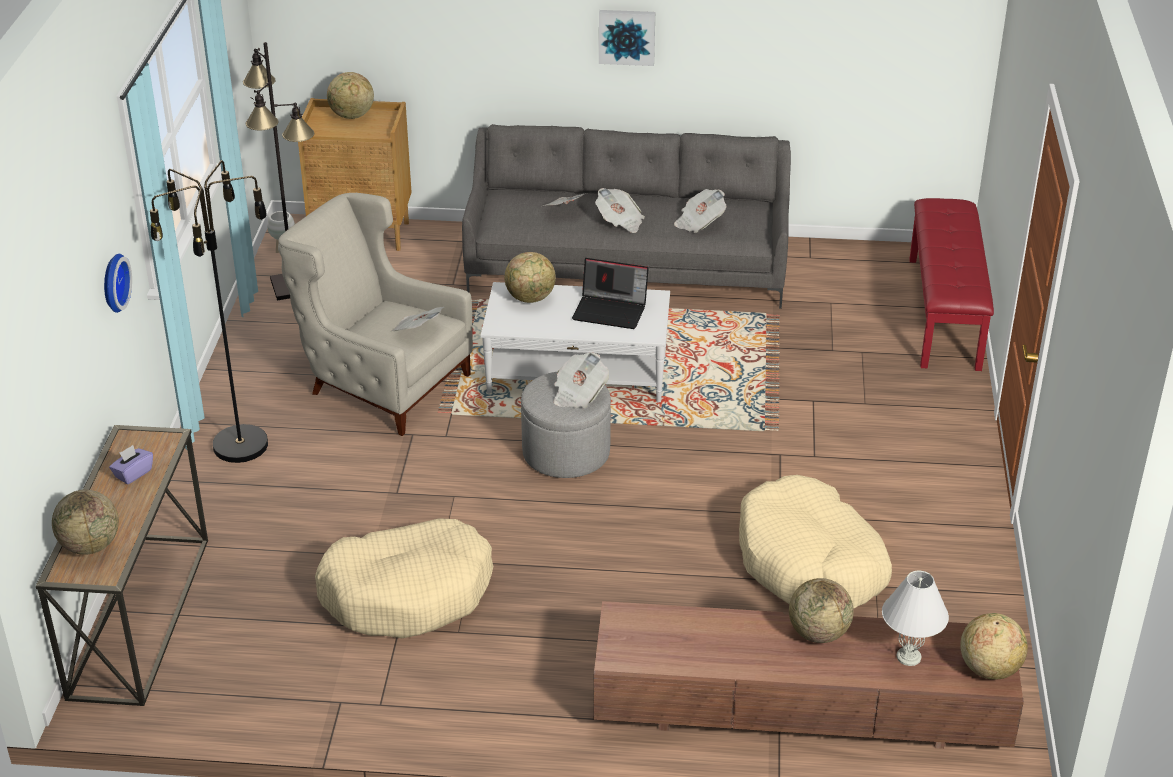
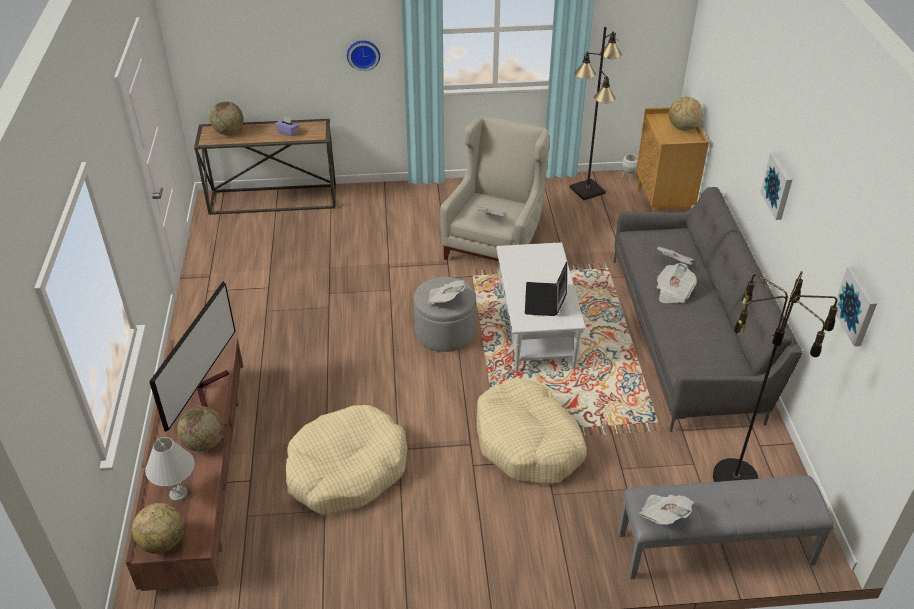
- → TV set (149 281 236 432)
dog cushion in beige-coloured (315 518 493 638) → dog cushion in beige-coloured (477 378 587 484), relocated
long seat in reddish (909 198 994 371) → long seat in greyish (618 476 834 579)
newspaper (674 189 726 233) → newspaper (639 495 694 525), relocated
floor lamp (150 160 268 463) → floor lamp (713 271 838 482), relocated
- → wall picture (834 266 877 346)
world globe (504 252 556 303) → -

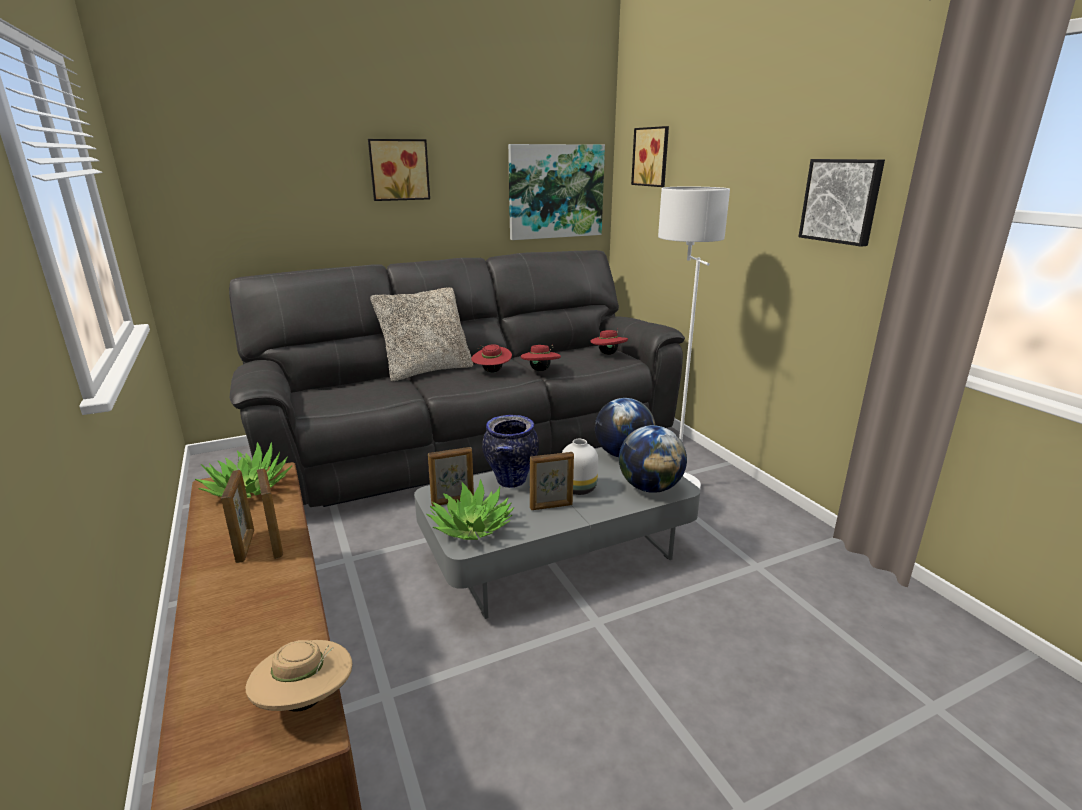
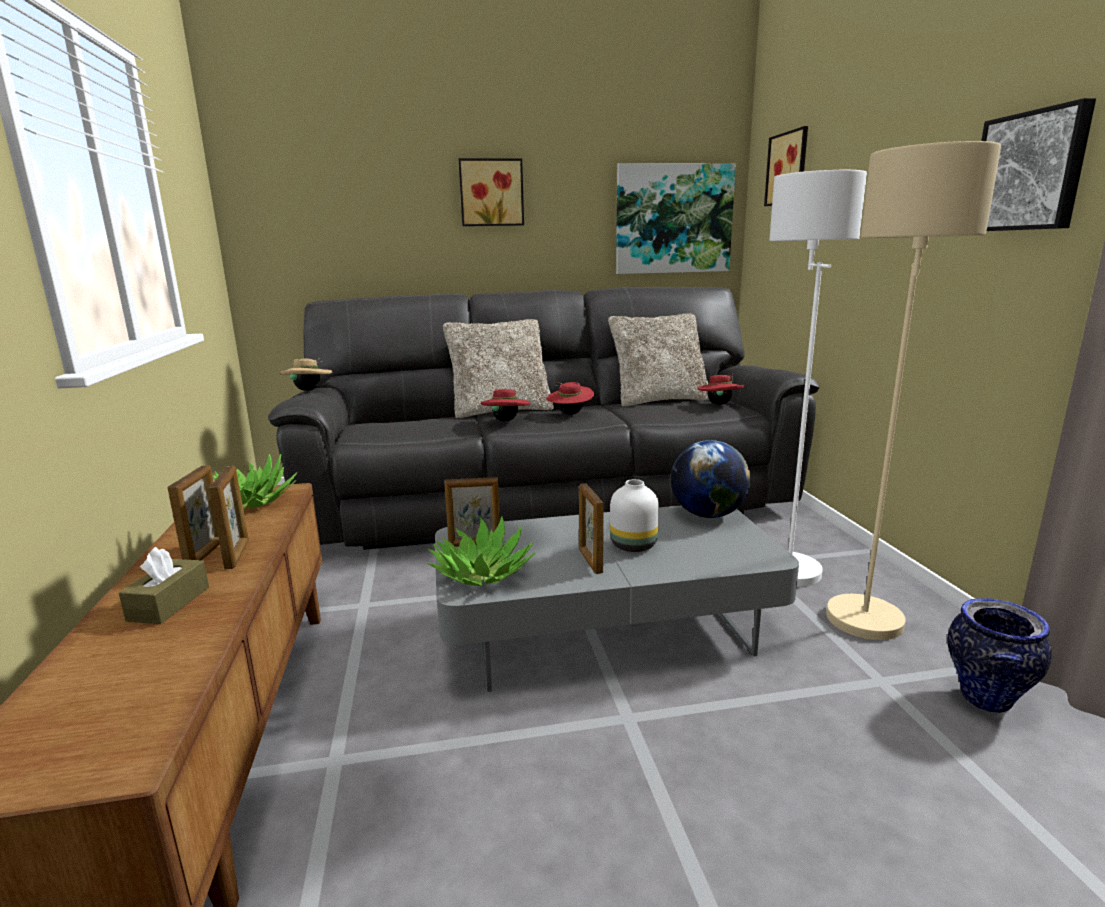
- → box of tissues in brown (119 547 209 624)
wearable hat in beige-coloured (245 640 352 711) → wearable hat in beige-coloured (280 358 332 391), relocated
wearable hat in reddish (521 344 561 371) → wearable hat in reddish (481 388 530 421), relocated
photo frame (530 452 574 510) → photo frame (579 483 604 574), 75 degrees clockwise
- → pillow in beige-coloured (608 313 709 407)
- → floor lamp in beige-coloured (826 141 1001 640)
vase (482 415 539 488) → vase (947 598 1052 713), relocated
world globe (619 425 687 493) → -

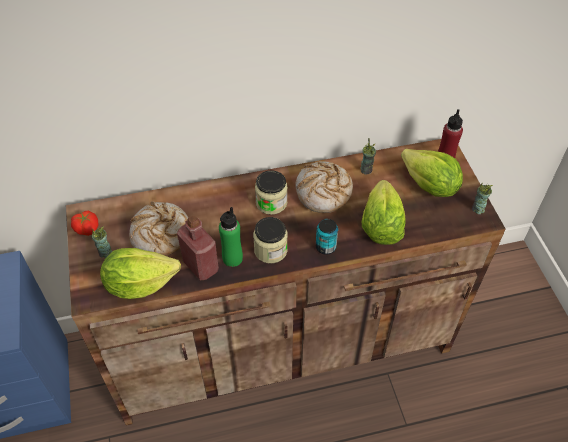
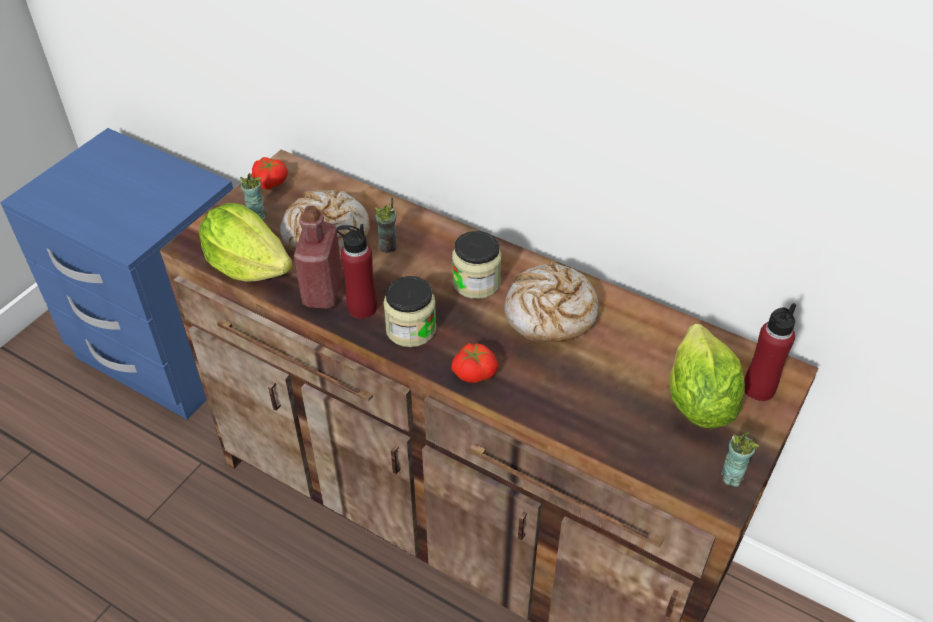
drink bottle in green (219 207 243 267) → drink bottle in reddish (337 224 377 319)
cup (360 138 376 175) → cup (375 197 397 253), relocated
sealed can (316 219 338 255) → fresh tomato (451 343 499 383)
lettuce head (362 180 406 245) → -

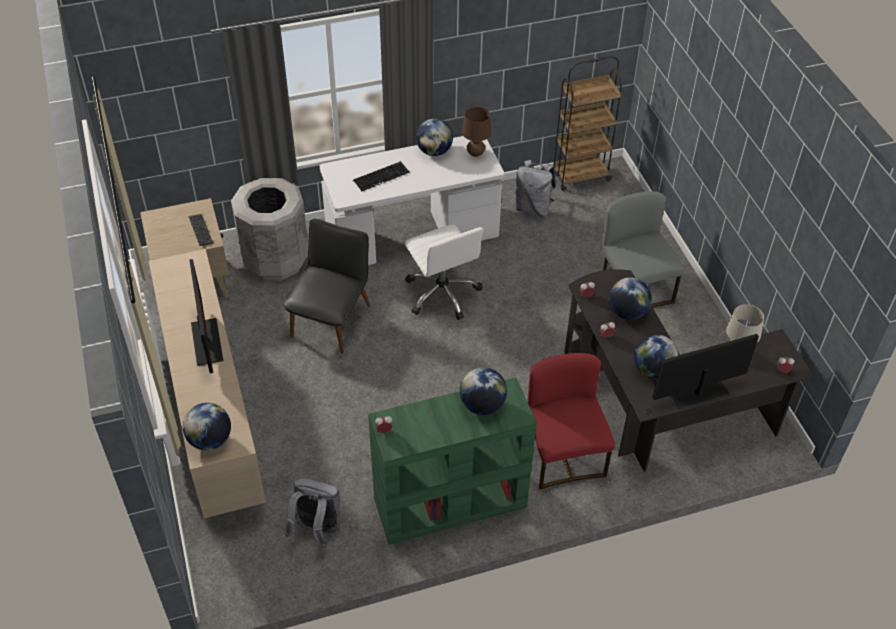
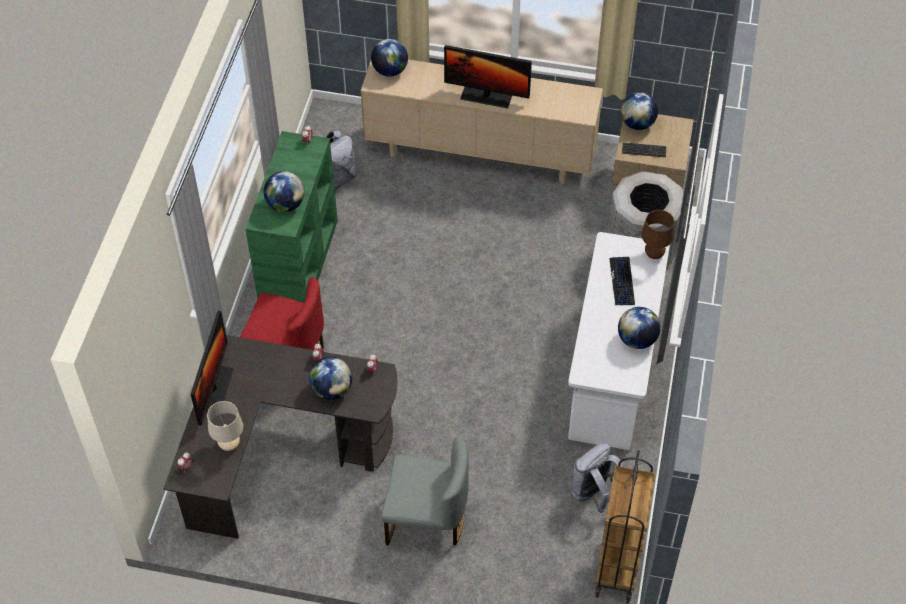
world globe (634 334 679 378) → world globe (621 92 658 130), relocated
tabletop lamp in brown (462 107 491 157) → tabletop lamp in brown (641 210 674 259), relocated
chair in blackish (283 218 370 354) → -
desk chair in white-coloured (405 224 484 320) → -

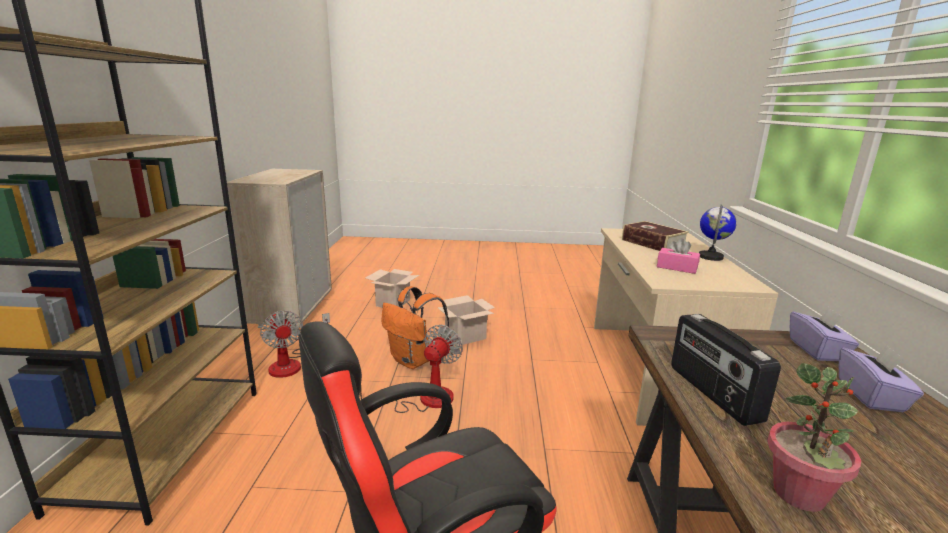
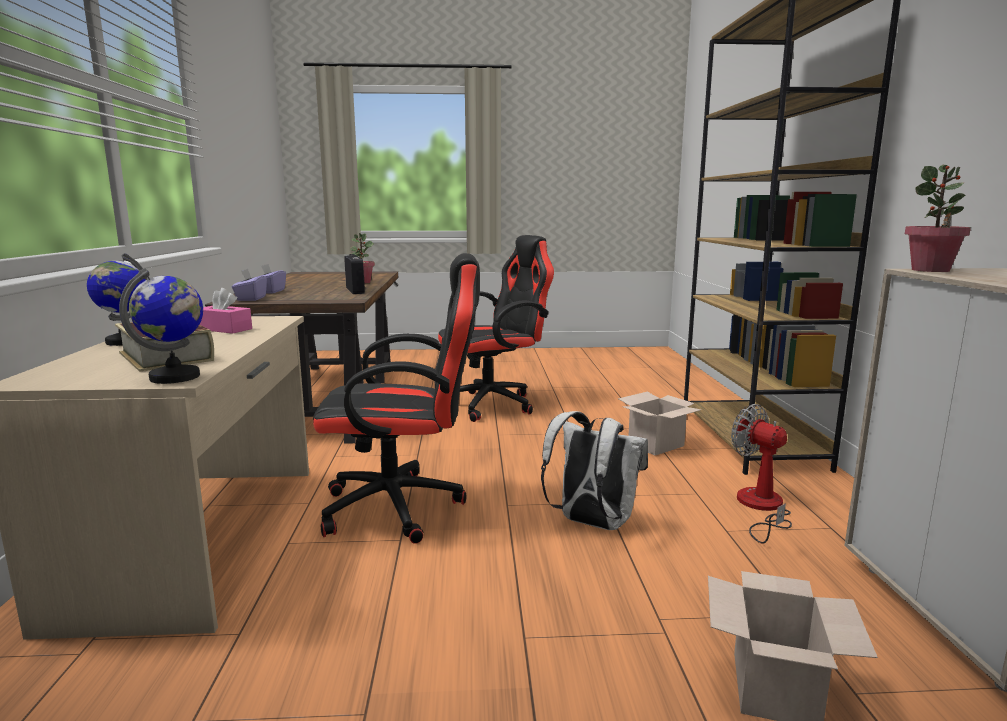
- → world globe (119 268 203 384)
- → desk chair in blackish (313 253 480 544)
rucksack in orange (381 286 449 369) → rucksack in white-coloured (541 411 648 530)
cardboard box (437 295 495 346) → cardboard box (618 392 701 455), relocated
- → potted plant (905 165 971 272)
electric fan (360 325 463 413) → -

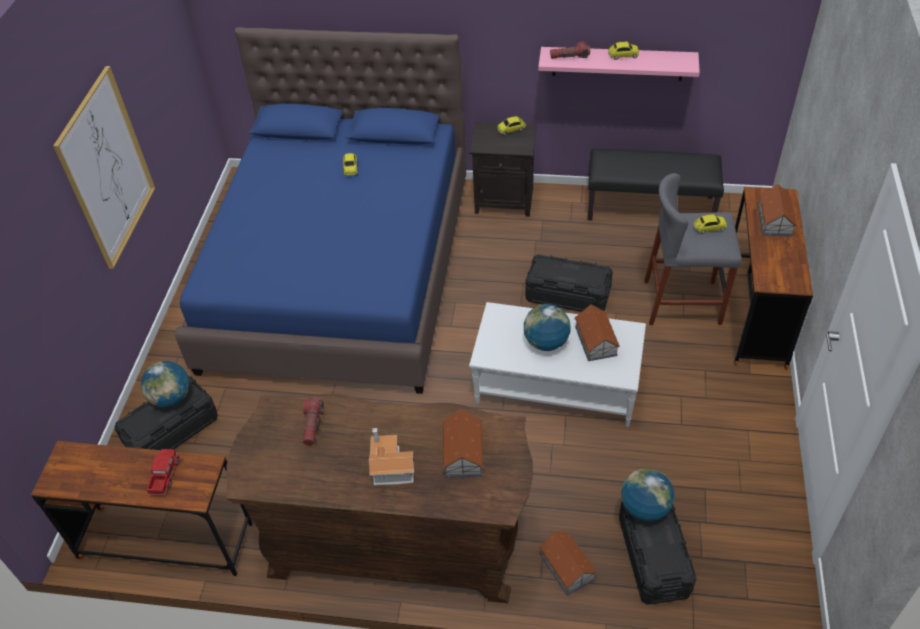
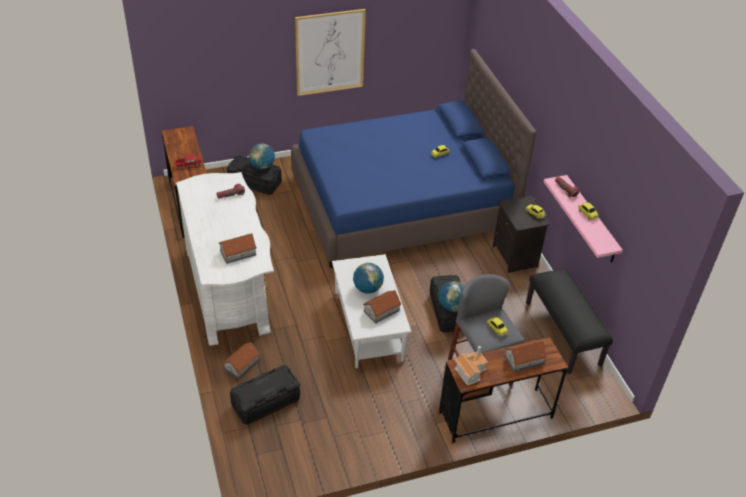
chest of drawers in brown (226 394 533 603) → chest of drawers in white-coloured (176 172 274 346)
world globe (621 468 675 522) → world globe (439 281 464 312), relocated
miniature house (369 428 414 485) → miniature house (455 346 488 386), relocated

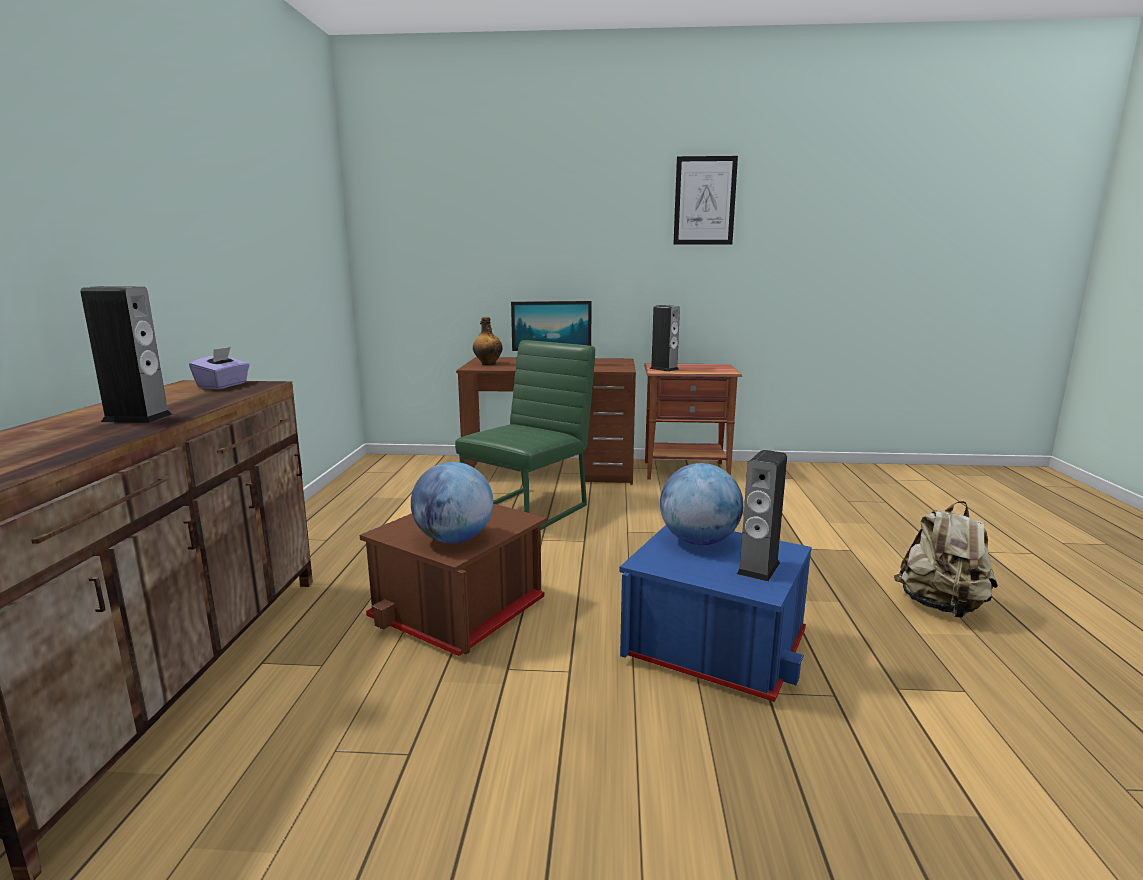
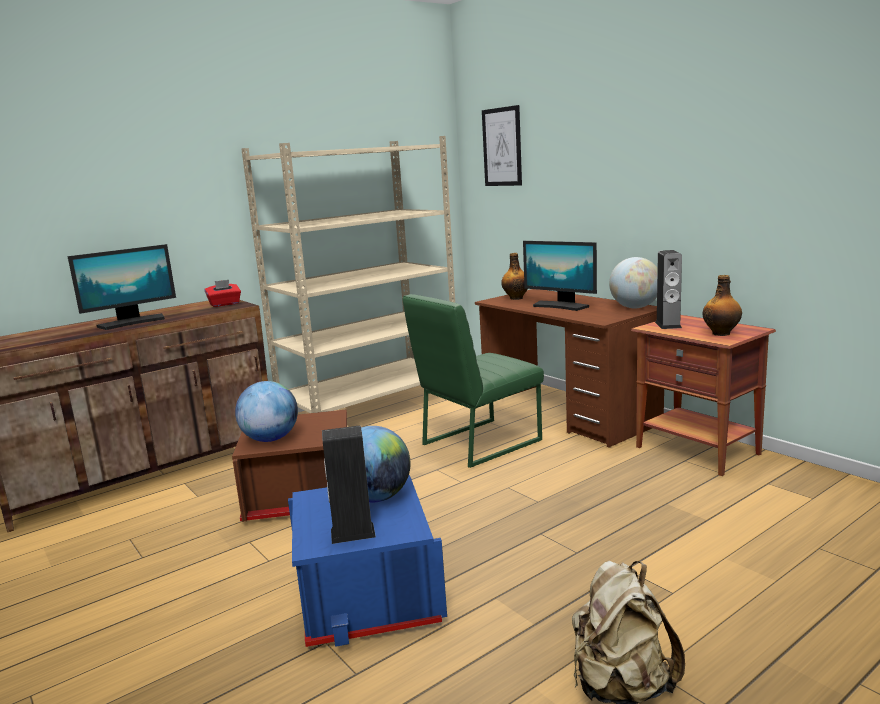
speaker (80 286 172 423) → computer display (67 244 176 330)
box of tissues in purple-coloured (189 347 250 389) → box of tissues in reddish (205 280 241 307)
- → bookshelf in beige-coloured (241 136 455 413)
chair in green (455 340 595 530) → chair in green (402 294 544 468), 150 degrees clockwise
wall picture (674 156 738 245) → wall picture (482 105 522 186), relocated
- → world globe (609 257 658 308)
- → drink bottle (702 275 742 336)

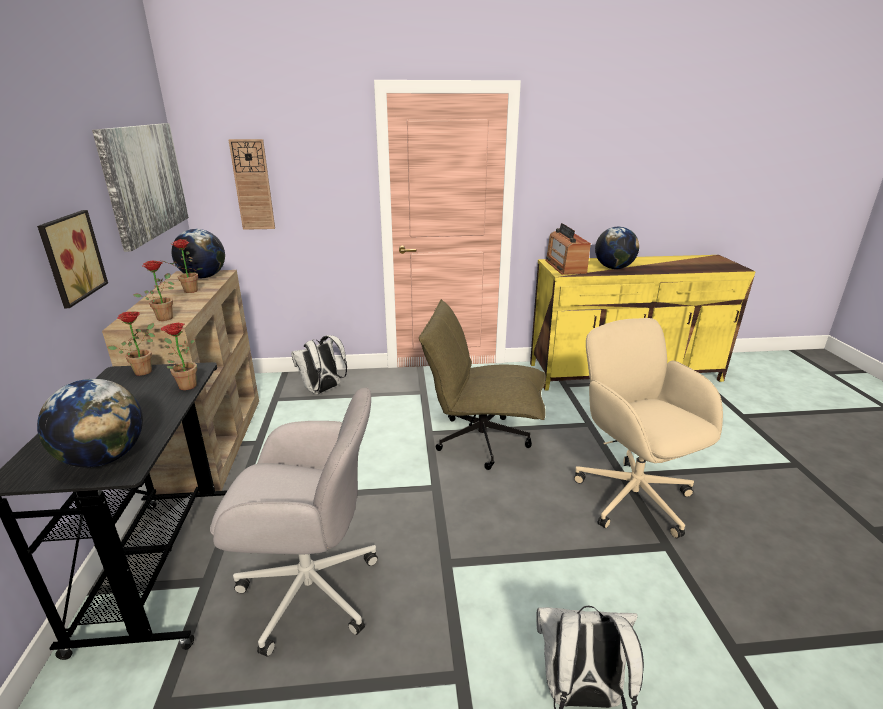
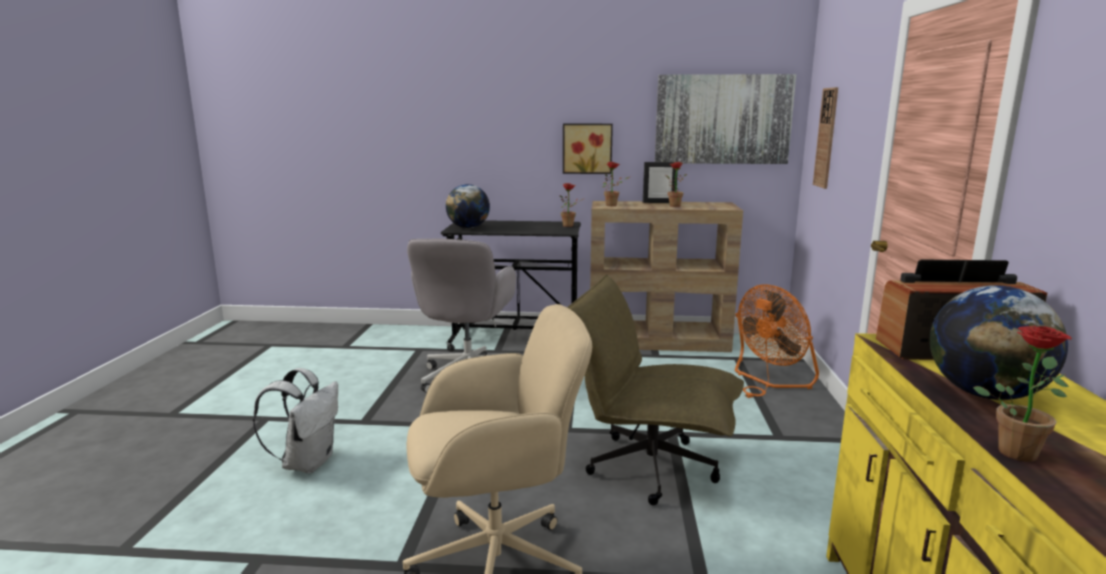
desk chair in beige-coloured (419 299 546 470) → desk chair in beige-coloured (567 274 744 505), 90 degrees counterclockwise
- → photo frame (643 162 678 203)
rucksack in white-coloured (291 335 347 394) → electric fan in orange (735 284 819 398)
potted plant (161 323 197 390) → potted plant (973 326 1072 462), relocated
world globe (171 229 225 278) → -

